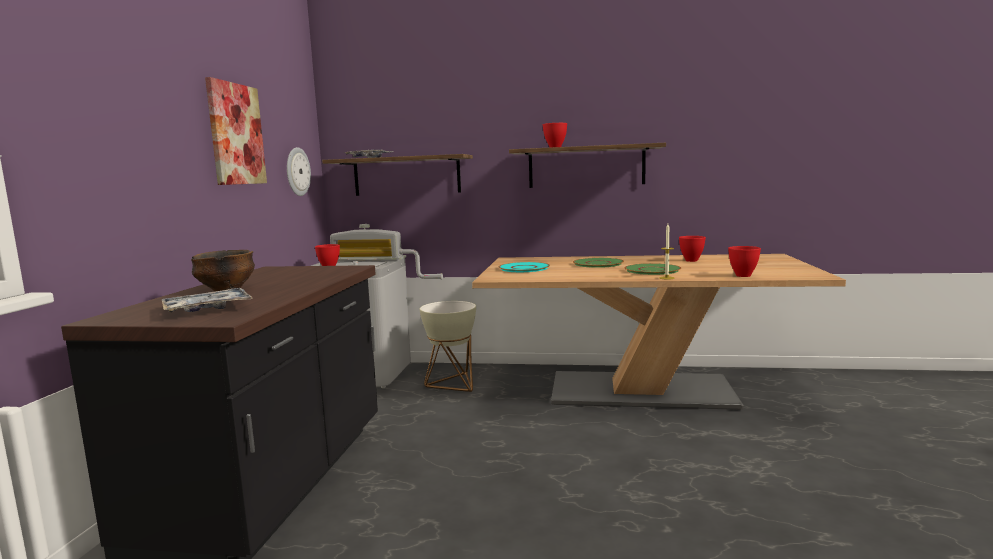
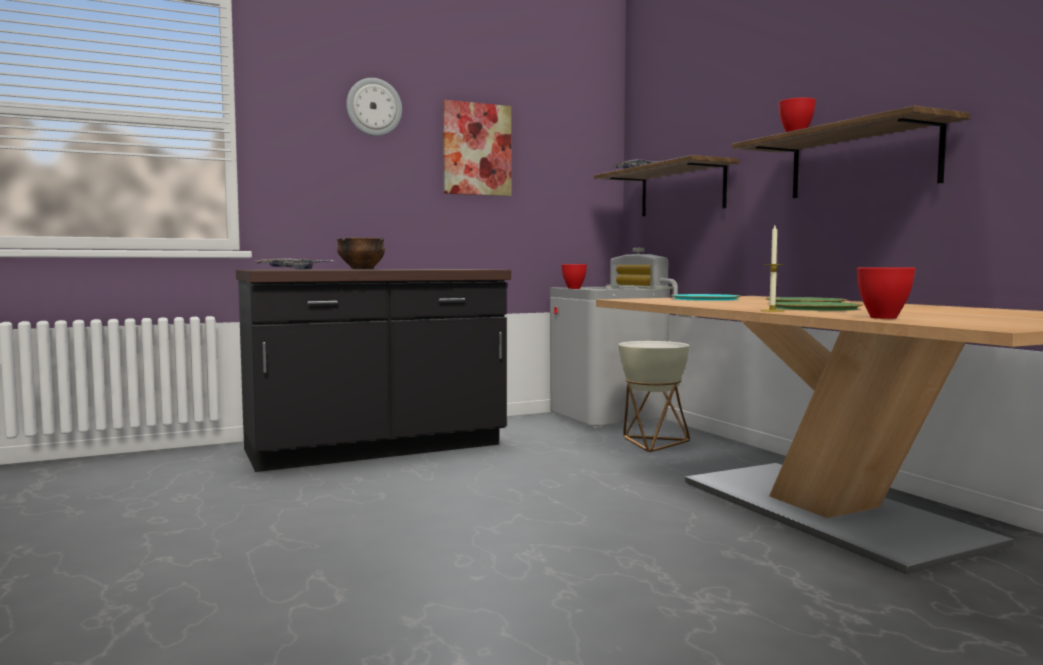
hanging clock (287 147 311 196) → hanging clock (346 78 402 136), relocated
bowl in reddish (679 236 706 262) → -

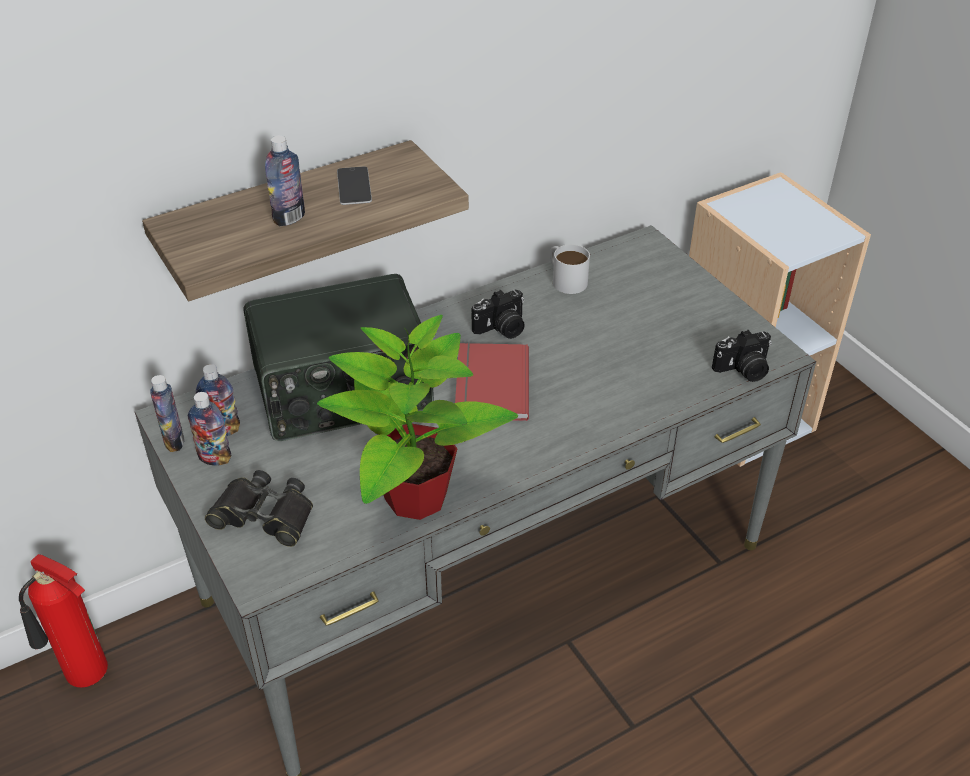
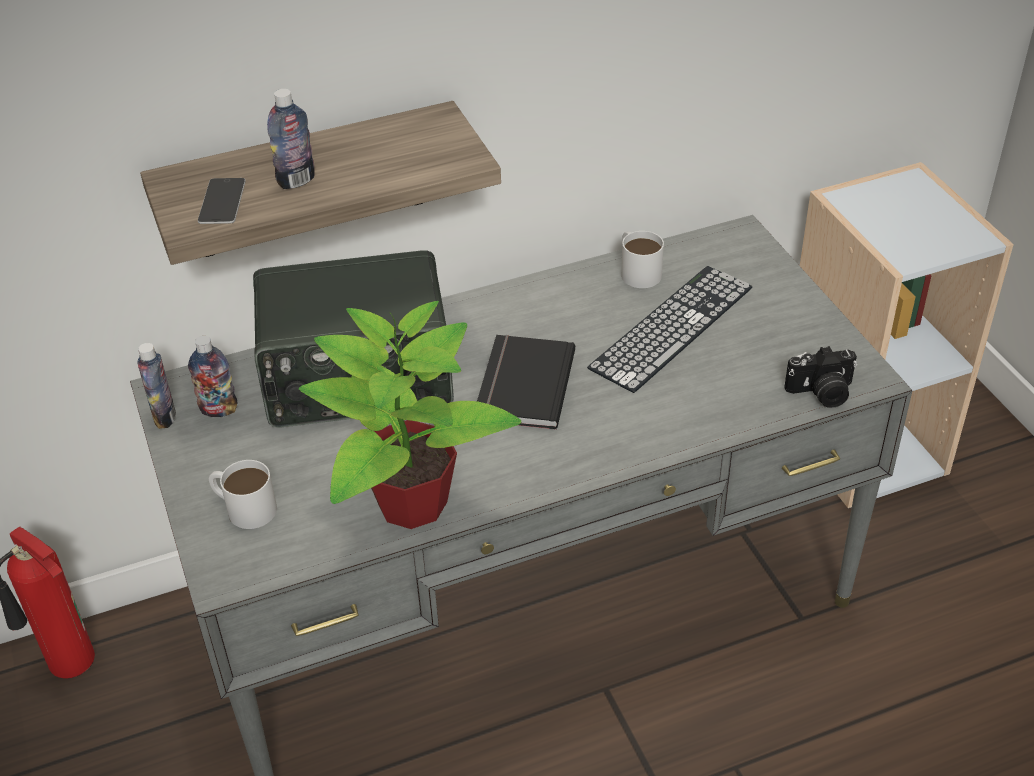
phone (337 166 372 205) → phone (198 178 246 224), relocated
field glasses in blackish (205 470 313 547) → tea mug in white-coloured (209 460 277 529)
volume in reddish (455 343 529 421) → volume in blackish (477 335 575 430)
- → PC keyboard (587 266 752 393)
drink bottle (188 392 231 466) → -
still camera (472 290 525 339) → -

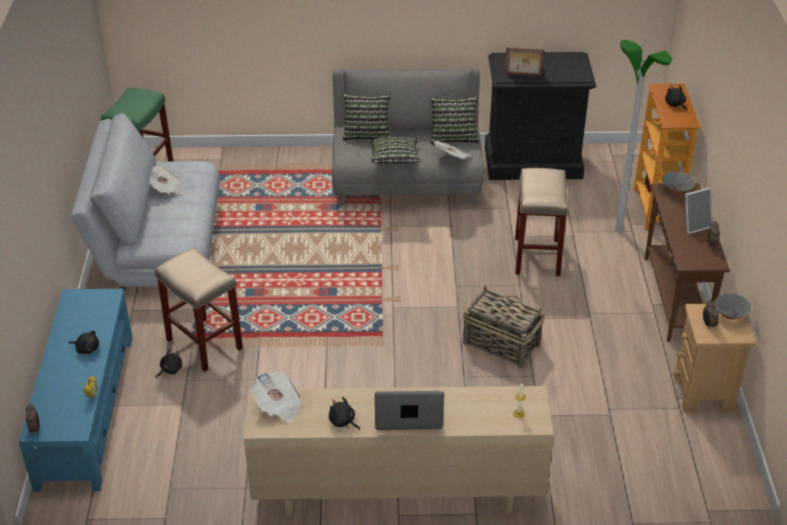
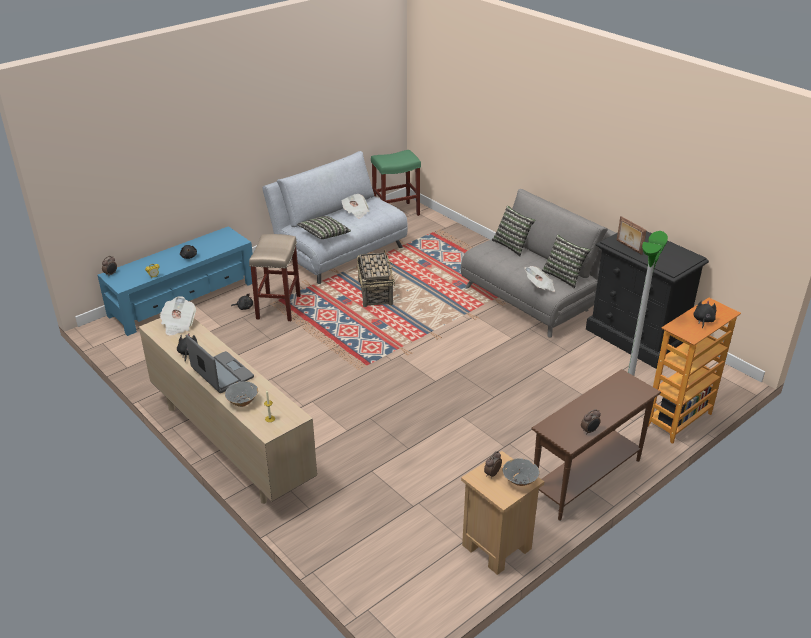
bowl in greyish (662 172 695 195) → bowl in greyish (225 381 258 407), relocated
pillow (371 137 421 164) → pillow (297 216 351 239), relocated
storage basket (463 285 545 368) → storage basket (357 250 395 307), relocated
sitting stool in beige-coloured (515 168 568 276) → -
photo frame (682 187 712 234) → -

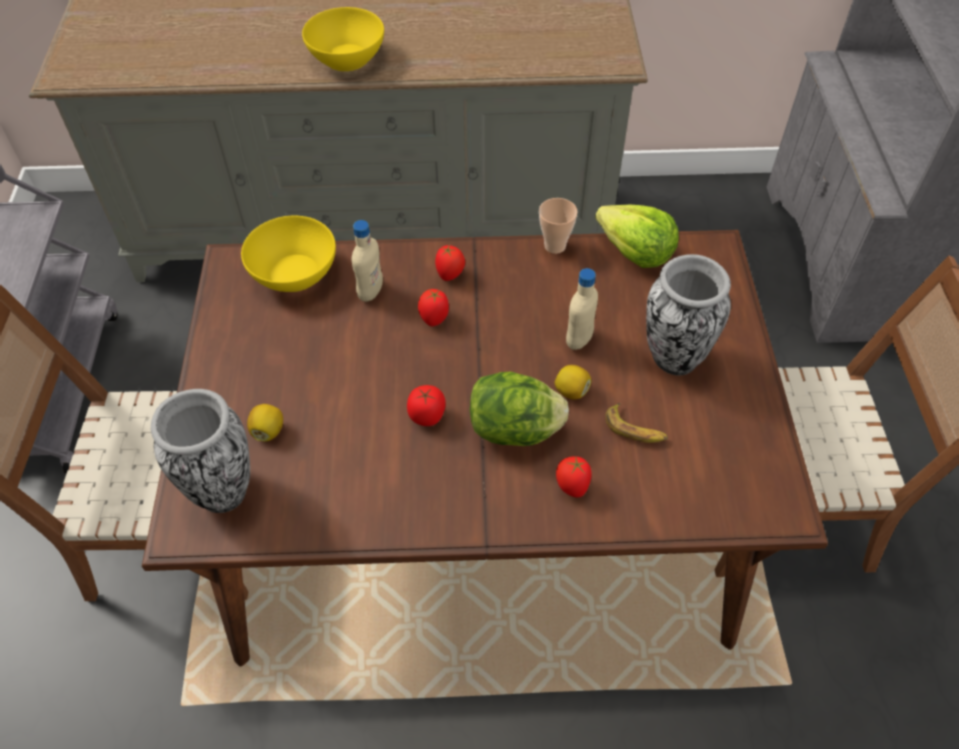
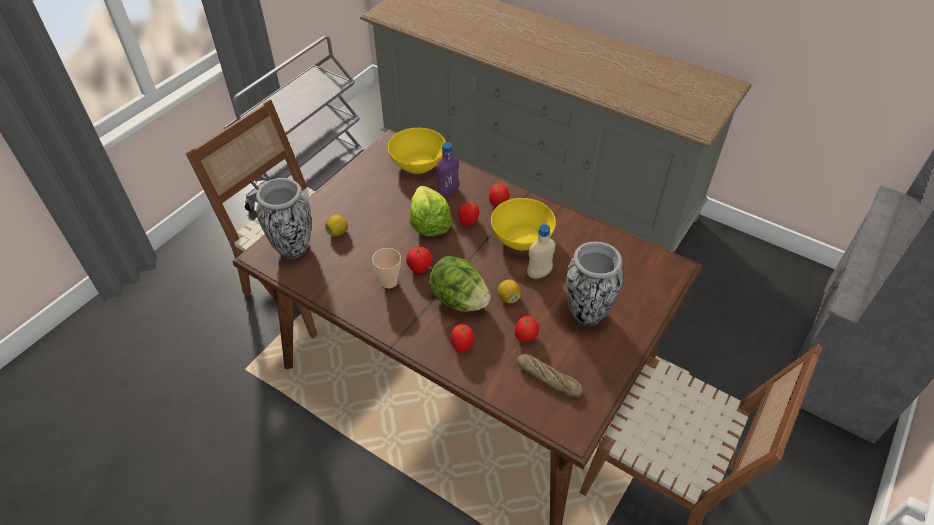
cup (539 198 577 254) → cup (372 248 401 288), relocated
lettuce head (595 205 679 268) → lettuce head (409 186 453 237), relocated
drink bottle in beige-coloured (352 220 383 302) → drink bottle in purple-coloured (436 142 459 196)
bowl in yellow (302 7 384 71) → bowl in yellow (491 198 556 250), relocated
banana fruit (605 403 668 443) → fresh tomato (515 316 539 342)
- → bakery bread (517 354 583 397)

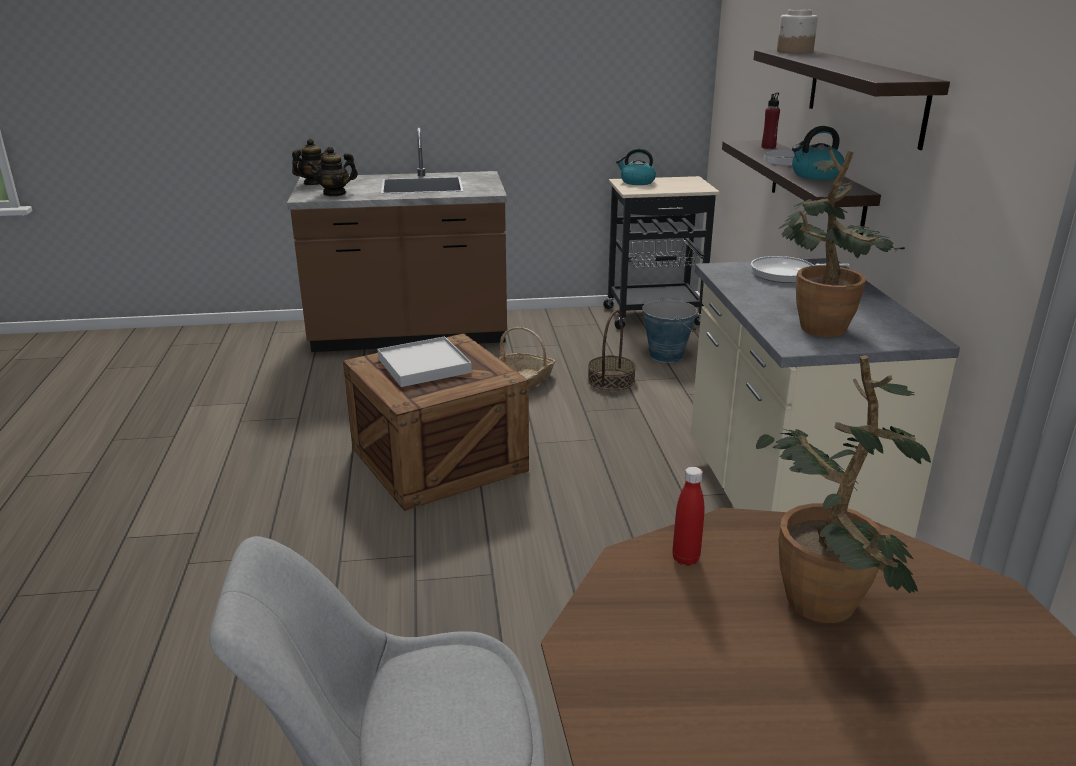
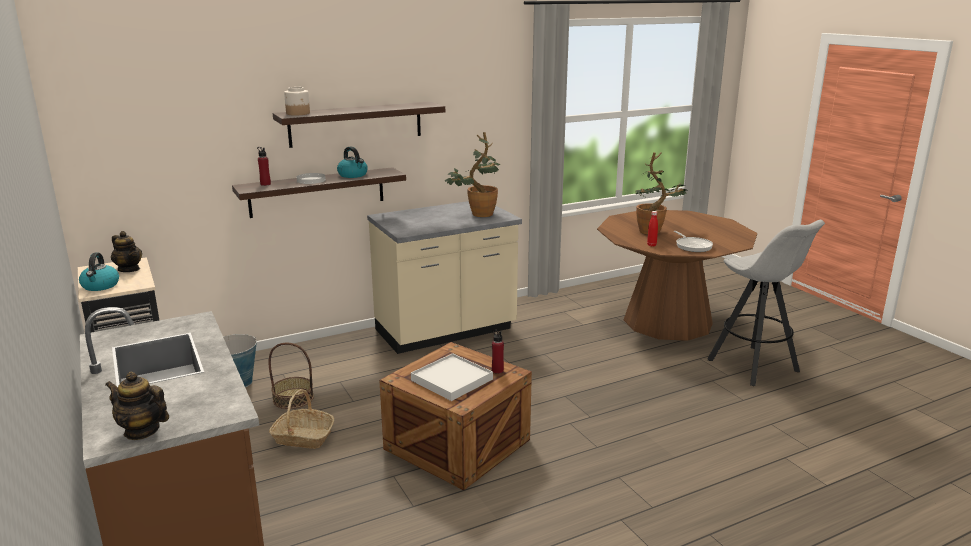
tea pot (307 146 358 196) → tea pot (111 231 142 272), relocated
- → drink bottle in reddish (492 329 504 374)
pan (751 256 850 283) → pan (674 231 713 252), relocated

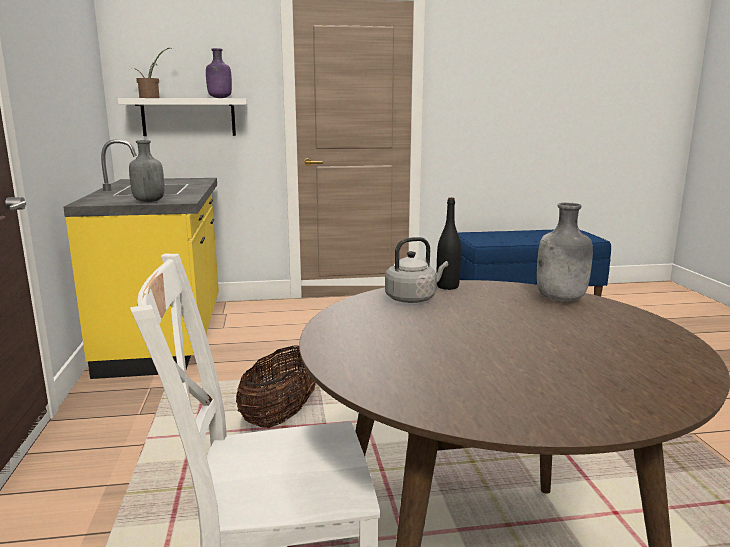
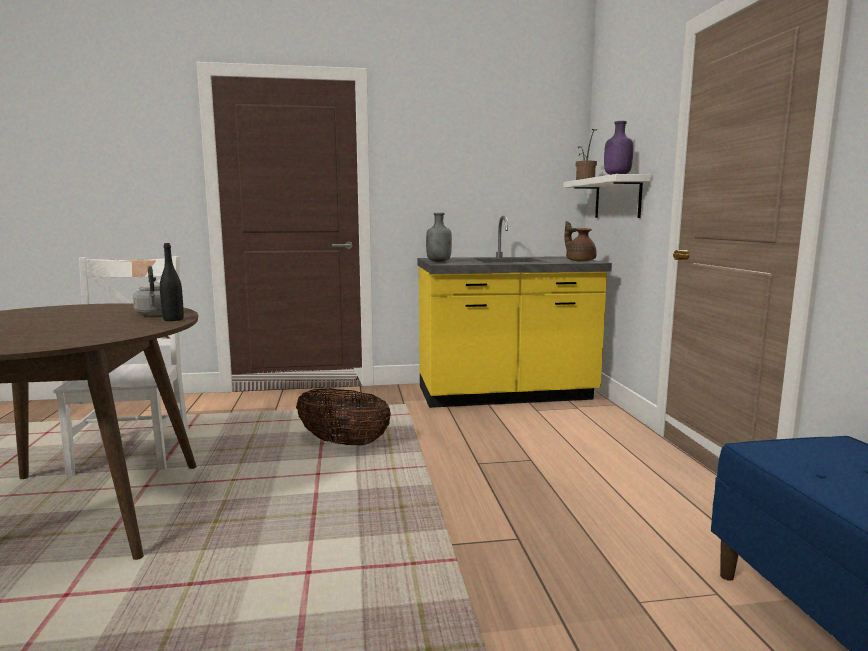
- → tea pot in brown (565 221 597 262)
drink bottle in greyish (537 203 593 301) → -

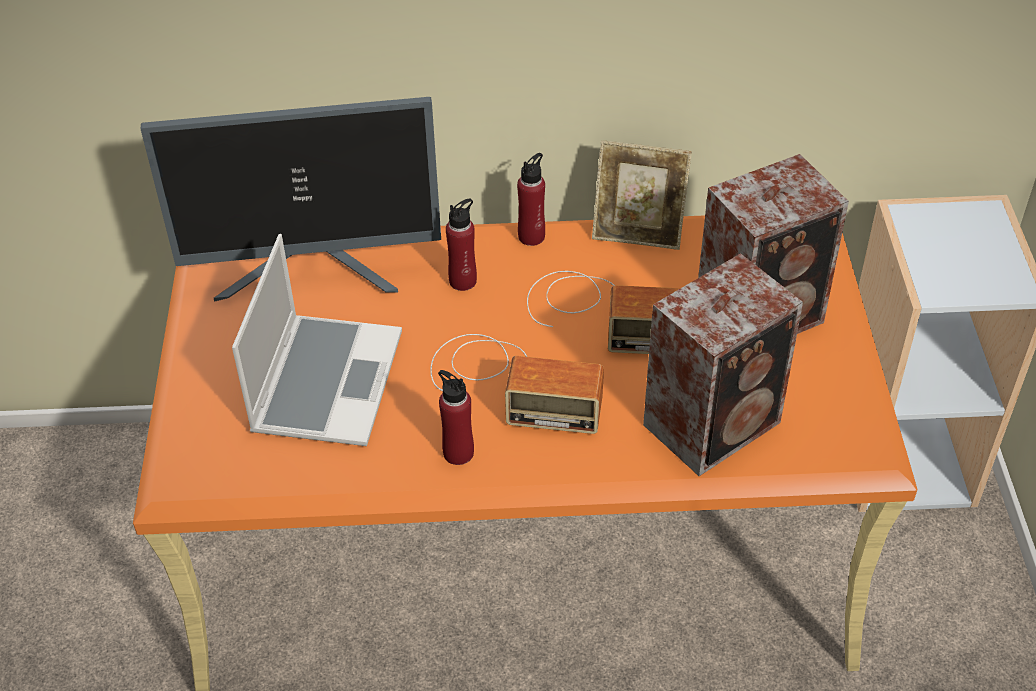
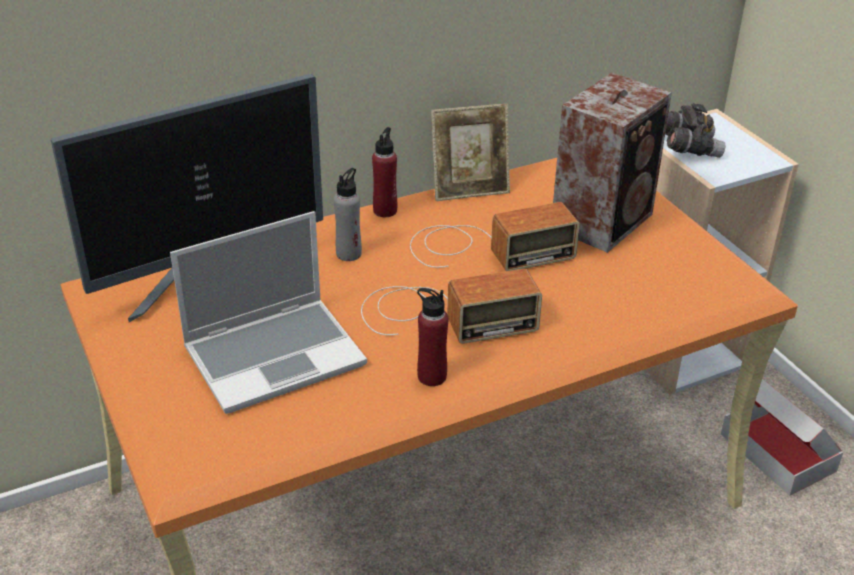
laptop (232 234 402 446) → laptop (170 211 367 414), 75 degrees clockwise
drink bottle in reddish (446 199 477 291) → drink bottle in greyish (334 168 362 261)
- → field glasses in greyish (665 103 725 158)
- → cardboard box (721 379 843 496)
speaker (643 253 803 476) → -

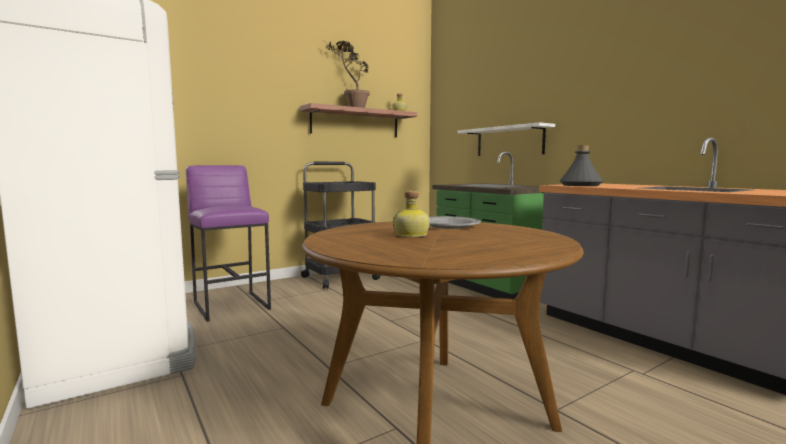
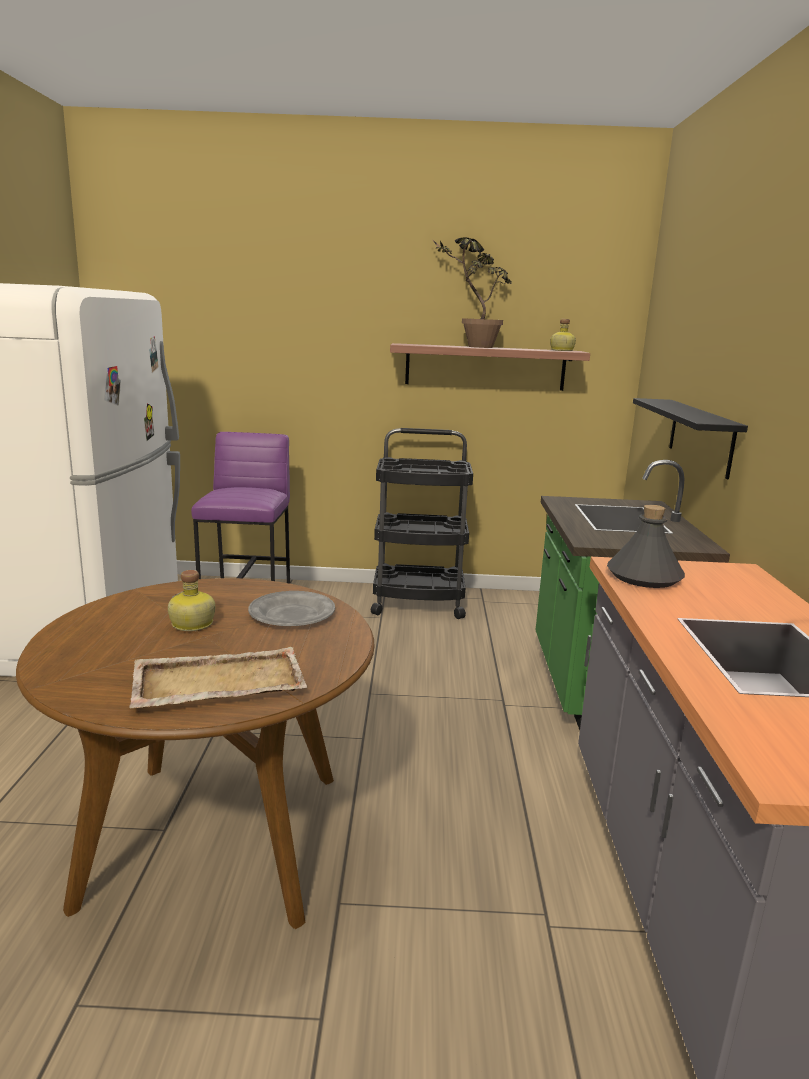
- → carrying tray in beige-coloured (129 647 307 708)
bracket shelf in white-coloured (457 122 555 156) → bracket shelf in blackish (633 398 748 479)

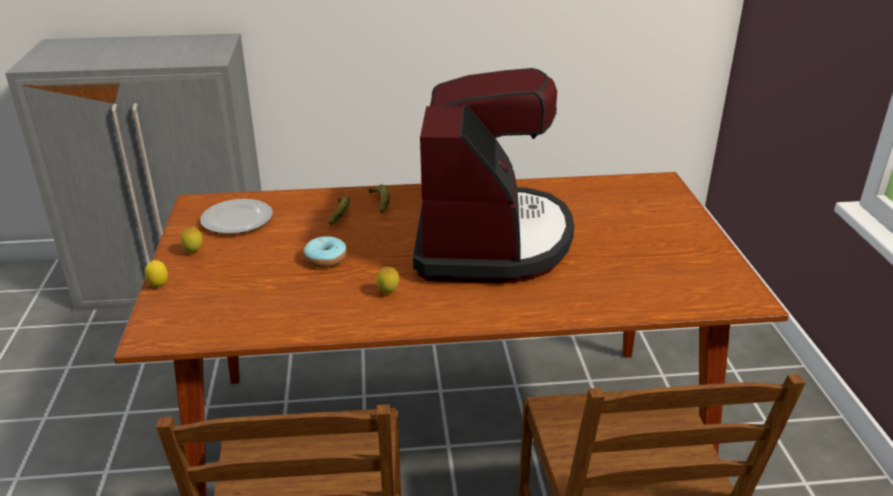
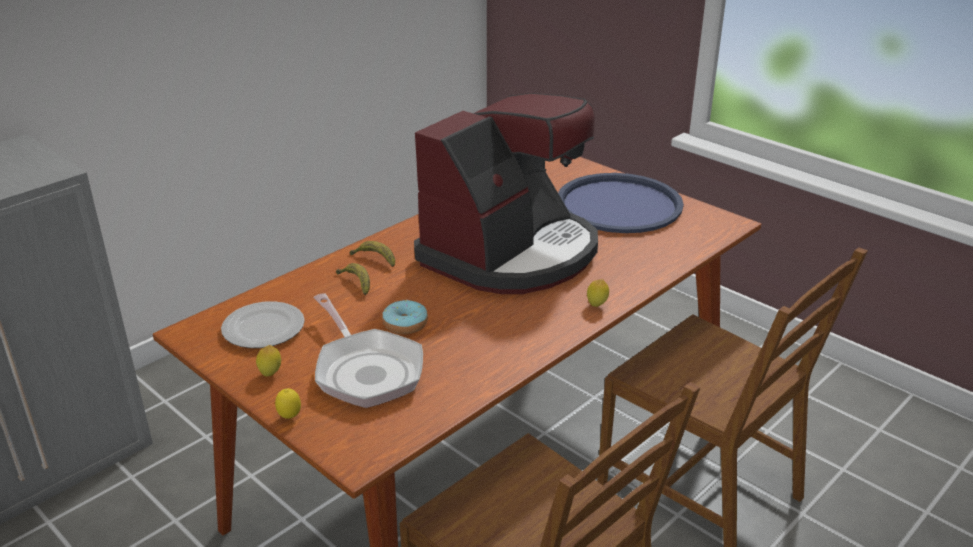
- → pan (313 293 423 408)
coffee maker (413 68 574 284) → coffee maker (414 93 598 294), 75 degrees clockwise
- → carrying tray in bluish (558 173 684 233)
citrus fruit (376 267 399 294) → citrus fruit (587 279 609 307), relocated

